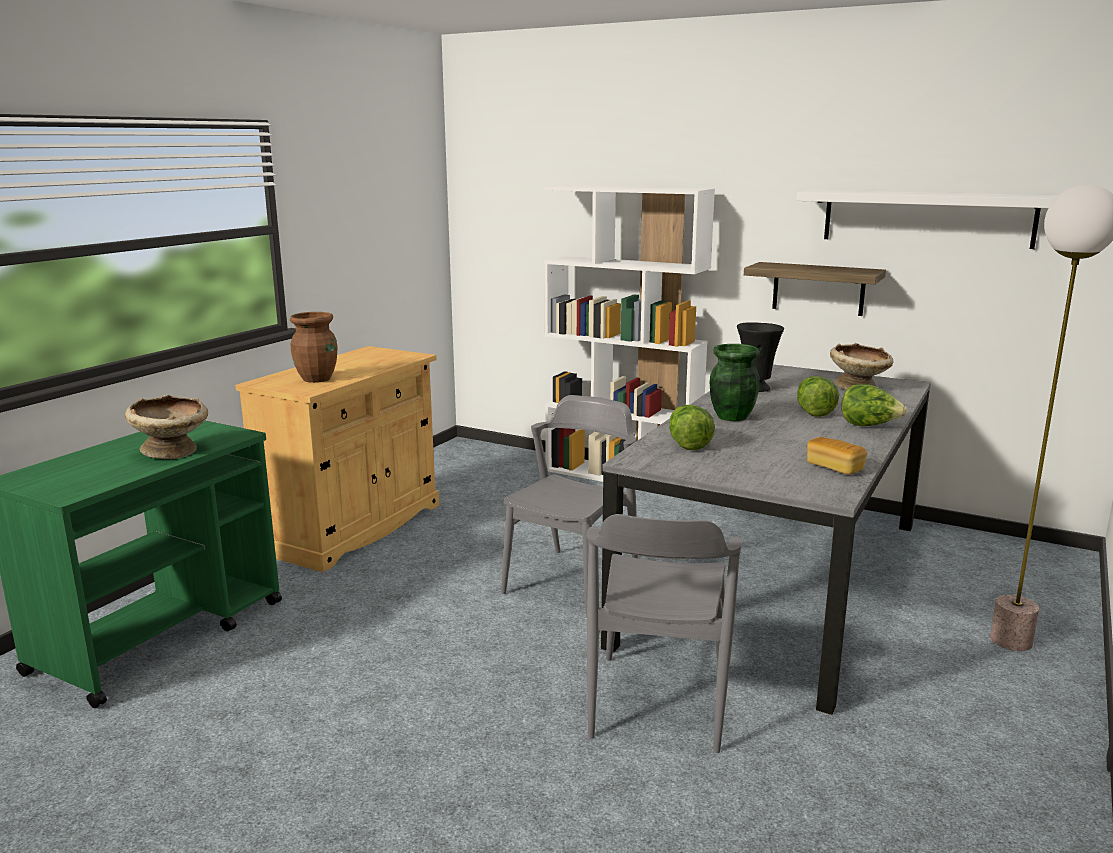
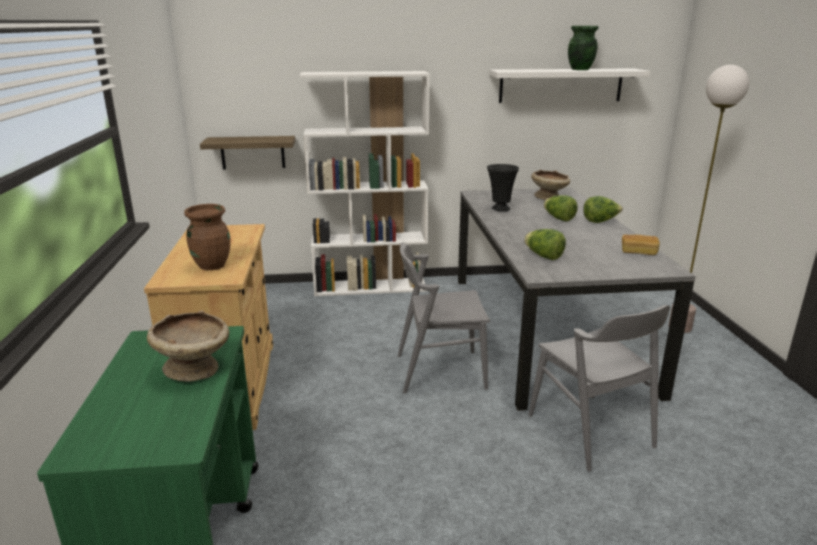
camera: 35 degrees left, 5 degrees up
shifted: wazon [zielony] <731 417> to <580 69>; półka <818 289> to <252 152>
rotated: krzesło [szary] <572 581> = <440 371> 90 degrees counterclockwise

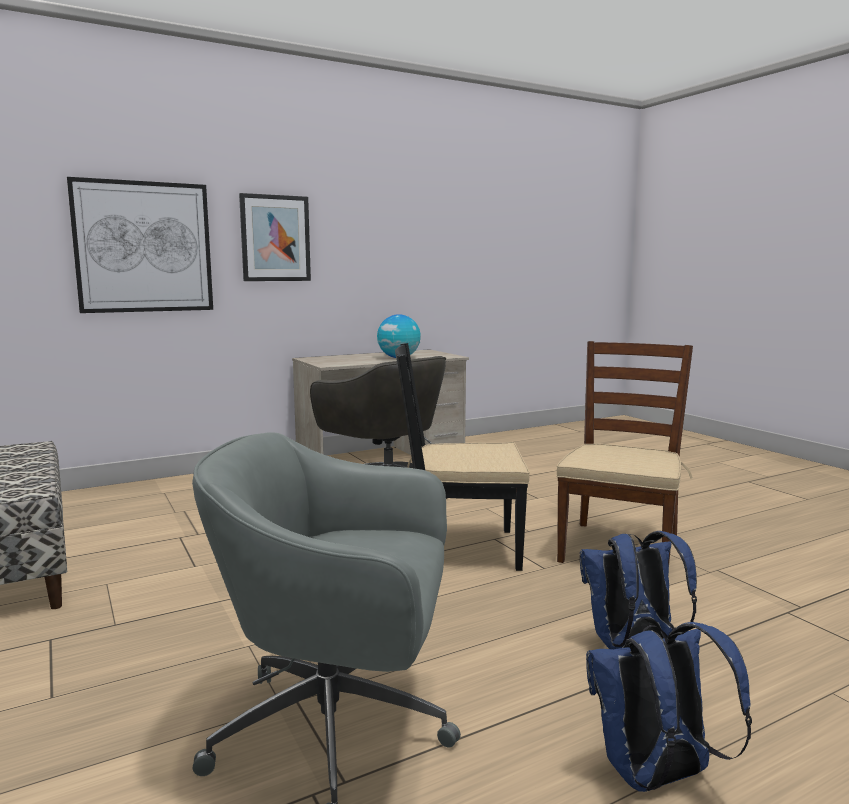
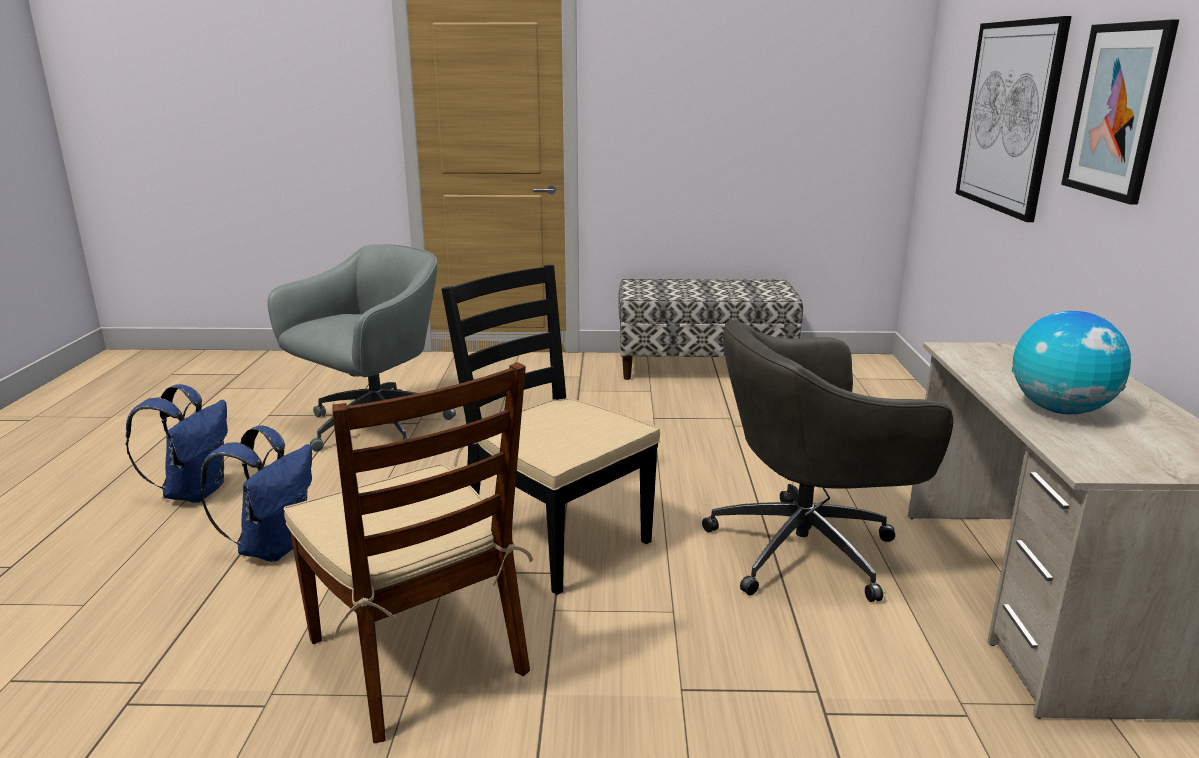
camera: 120 degrees right, 10 degrees up
rotated: krzesło [czarny] <458 549> = <555 538> 75 degrees counterclockwise

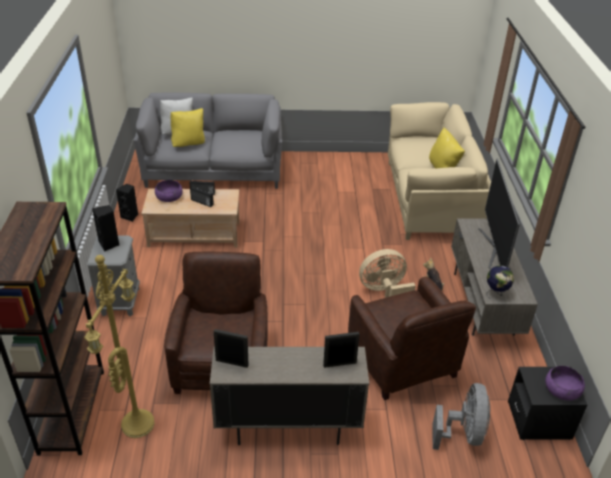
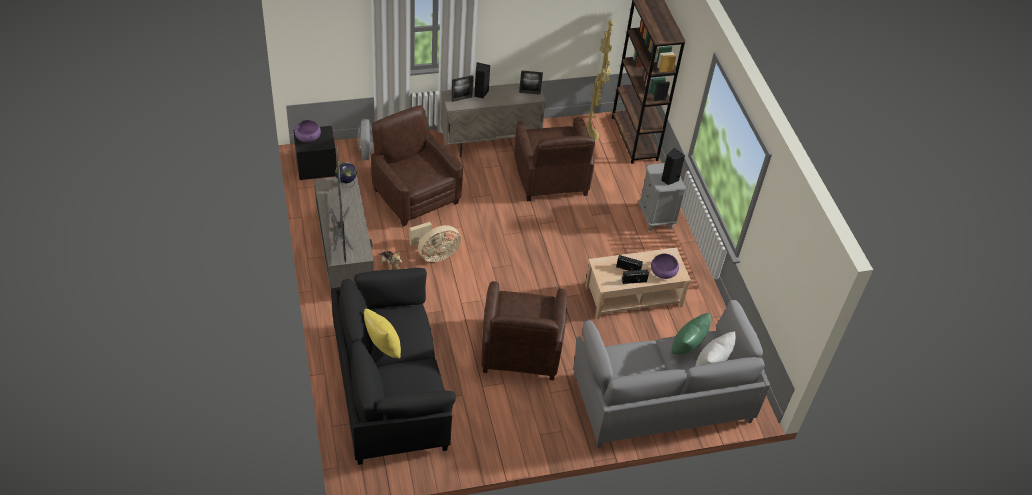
camera: 165 degrees right, 10 degrees up
new: fotel [brązowy] <521 351>
shifted: głośnik [czarny] <130 216> to <480 93>
repainted: poduszka [żółty] <189 144> to poduszka [zielony] <687 349>; kanapa [beżowy] <430 199> to kanapa [czarny] <390 388>

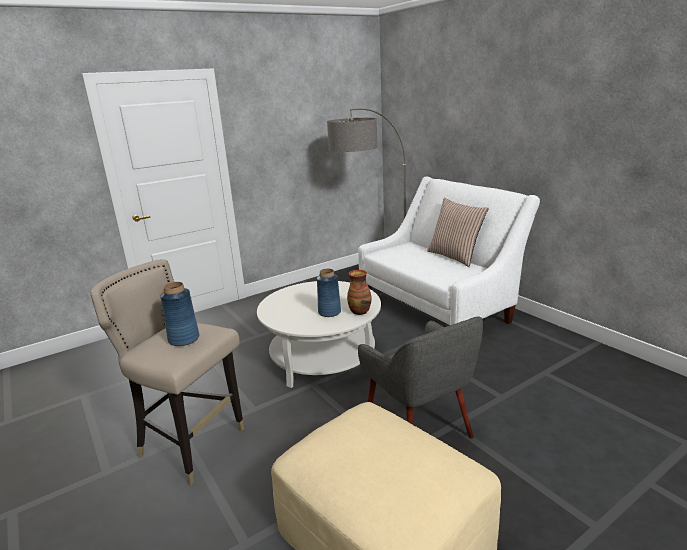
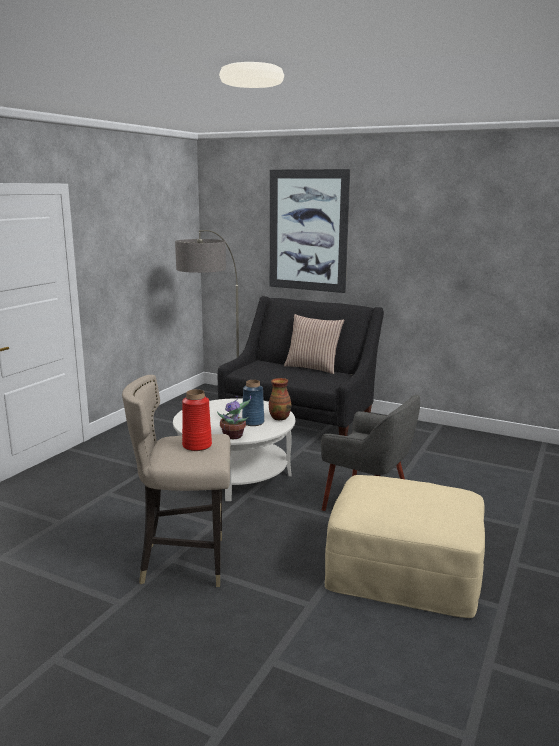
camera: 30 degrees left, 5 degrees down
new: roślina doniczkowa <234 436>; obraz <308 231>
repainted: wazon [niebieski] <183 339> to wazon [czerwony] <197 445>; kanapa [biały] <439 307> to kanapa [czarny] <299 418>

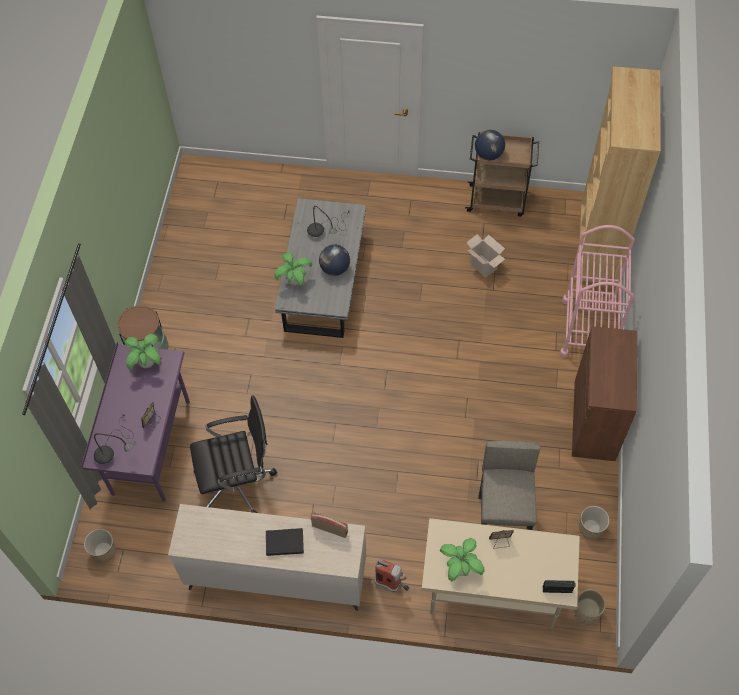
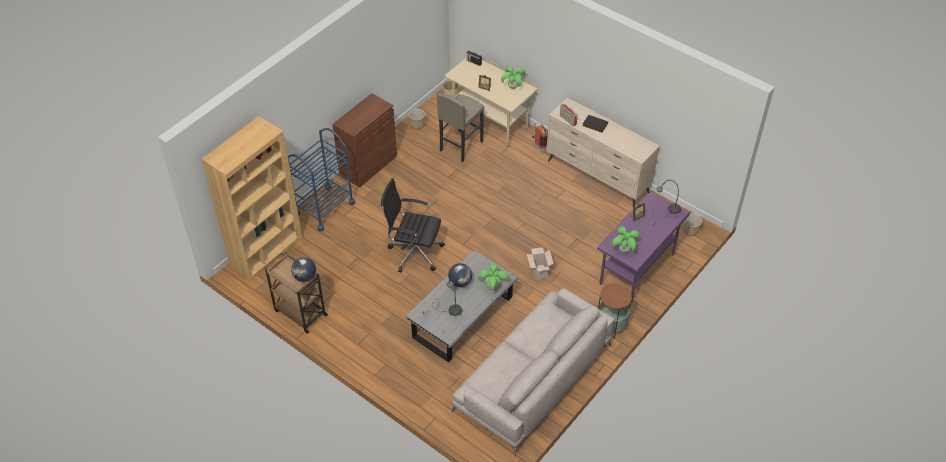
camera: 150 degrees left, 10 degrees down
new: kanapa [szary] <533 378>
shifted: krzesło biurowe [czarny] <238 483> to <414 252>; karton <484 266> to <538 272>
repainted: wózek [różowy] <588 329> to wózek [niebieski] <324 208>

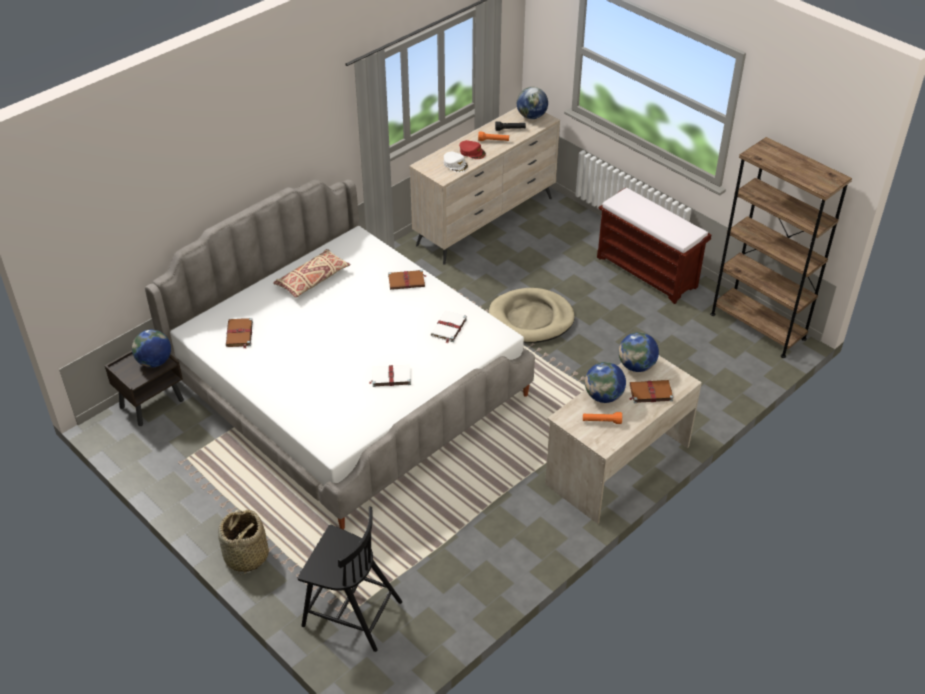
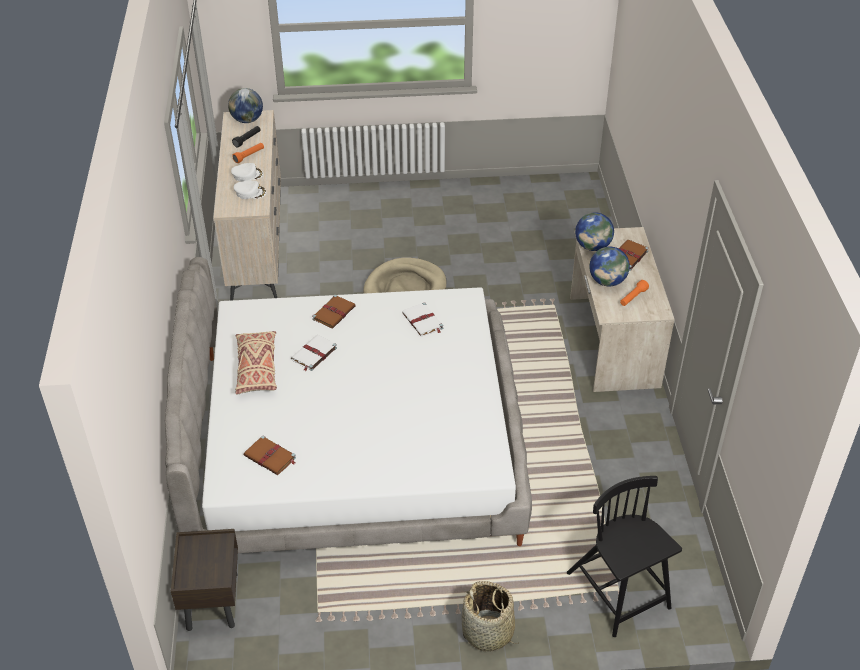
camera: 50 degrees left, 0 degrees up
gone: globus <154 362>; ławka [brązowy] <647 272>; regał [brązowy] <757 326>
shifted: książka [biały] <390 377> to <313 354>
repainted: czapka z daszkiem [czerwony] <472 152> to czapka z daszkiem [biały] <247 175>
rotated: krzesło [czarny] <350 612> = <619 592> 90 degrees counterclockwise

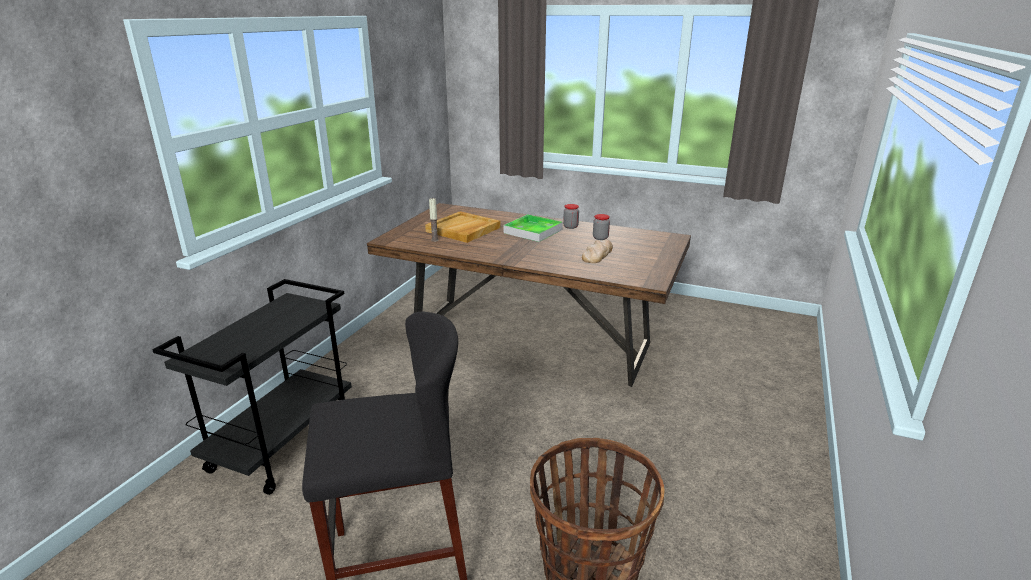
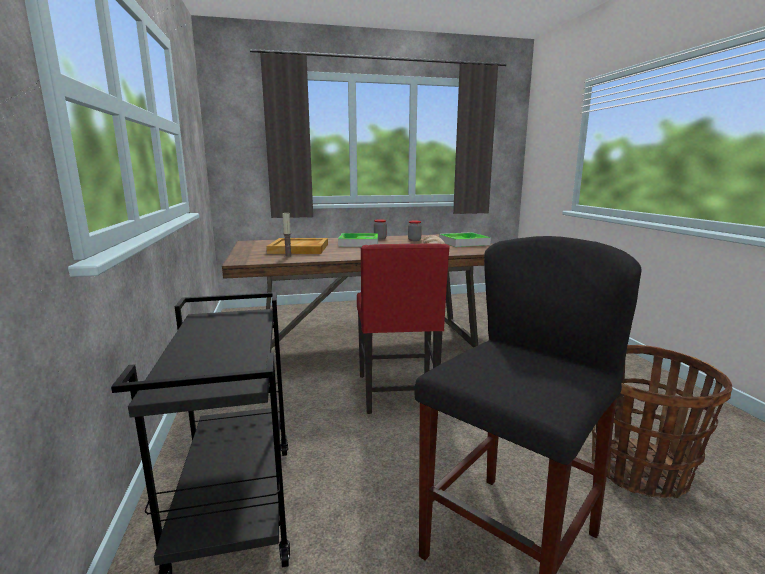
camera: 35 degrees left, 10 degrees down
new: krzesło [czerwony] <398 393>; taca <463 243>

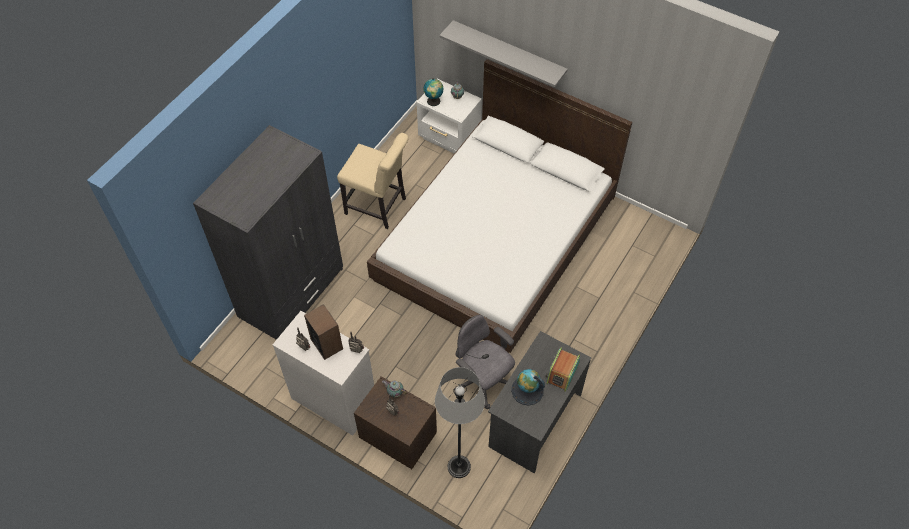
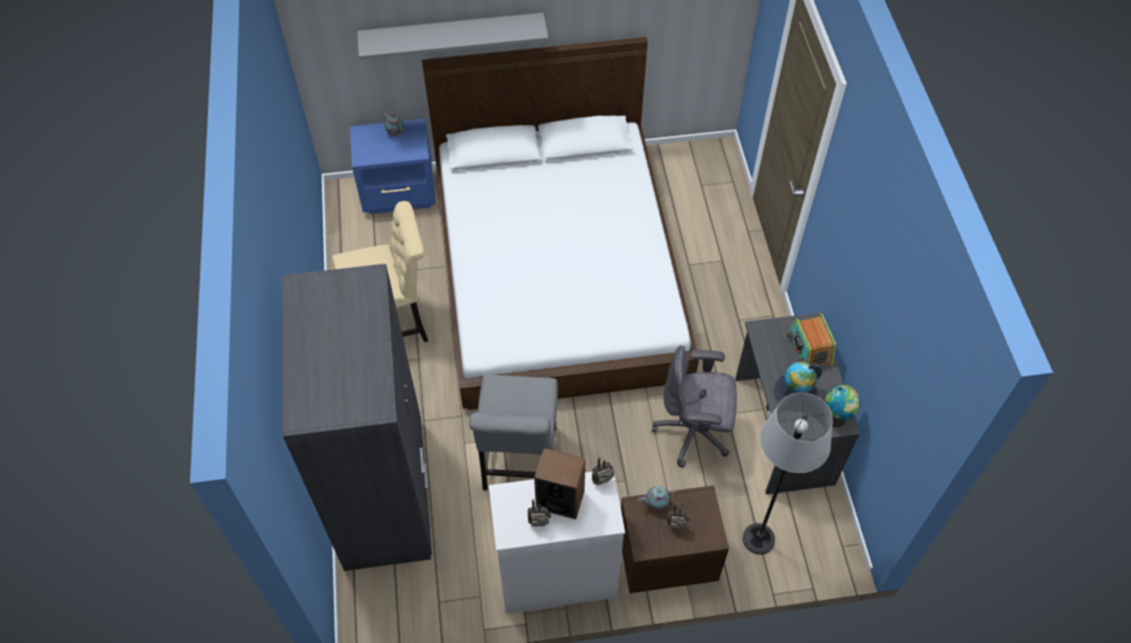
camera: 40 degrees left, 0 degrees up
new: krzesło [szary] <518 463>
shifted: globus <434 102> to <836 417>
repainted: szafka nocna [biały] <449 138> to szafka nocna [niebieski] <400 194>

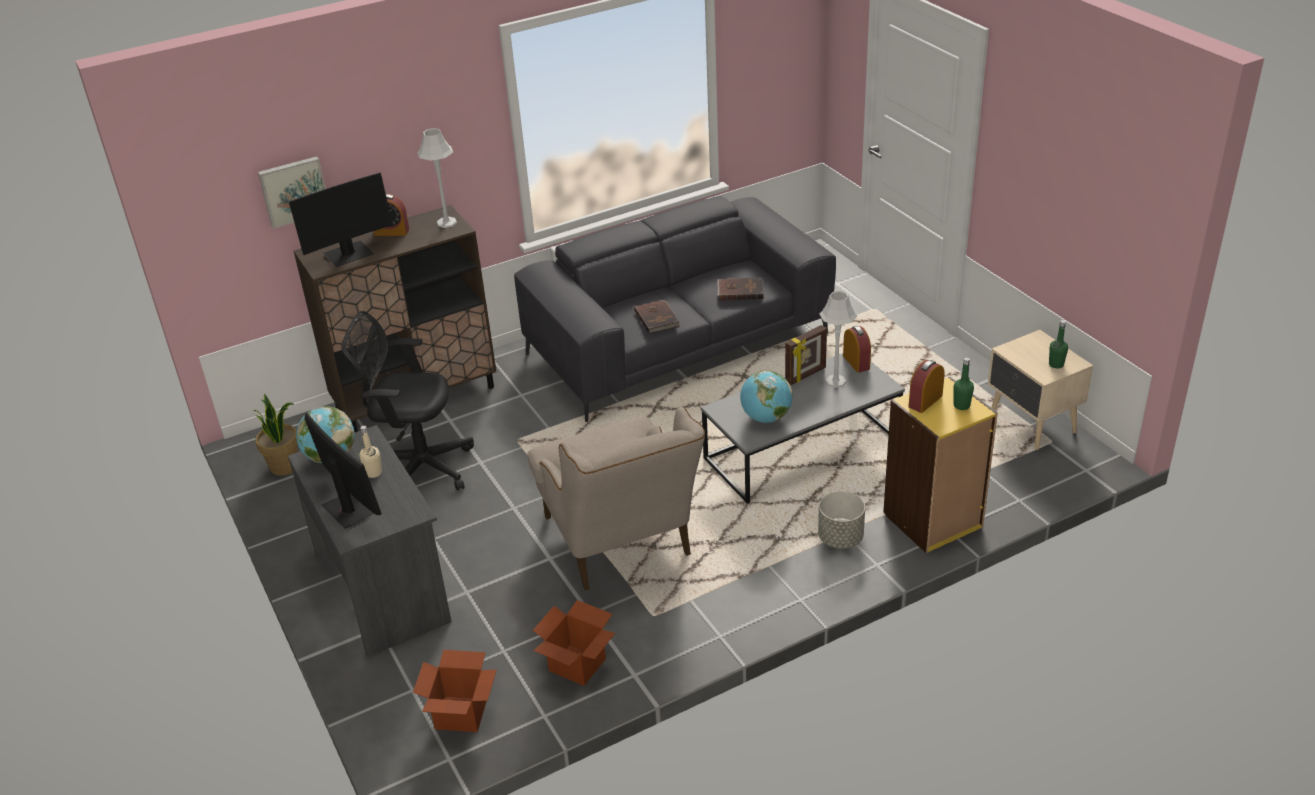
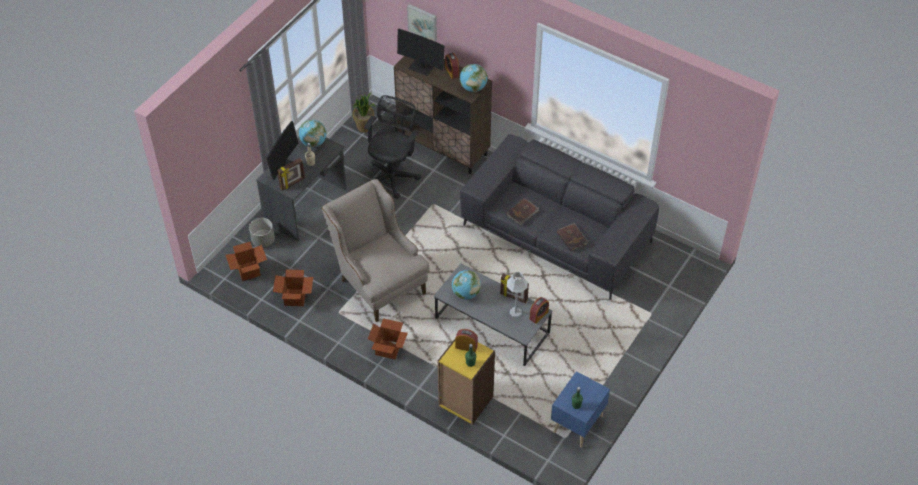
camera: 60 degrees right, 15 degrees up
new: ramka na zdjęcie <292 183>; karton <388 349>
shifted: donica [szary] <840 538> to <263 240>
swapped: lampa stołowa [szary] <446 222> to globus <473 88>
repainted: szafka nocna [beżowy] <1032 424> to szafka nocna [niebieski] <576 424>
rotated: krzesło biurowe [czarny] <419 466> = <392 176> 45 degrees clockwise; fotel [beżowy] <622 546> = <378 281> 105 degrees clockwise

